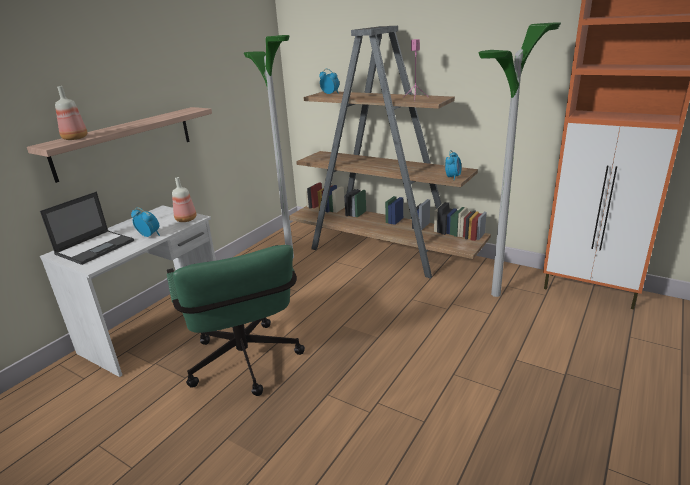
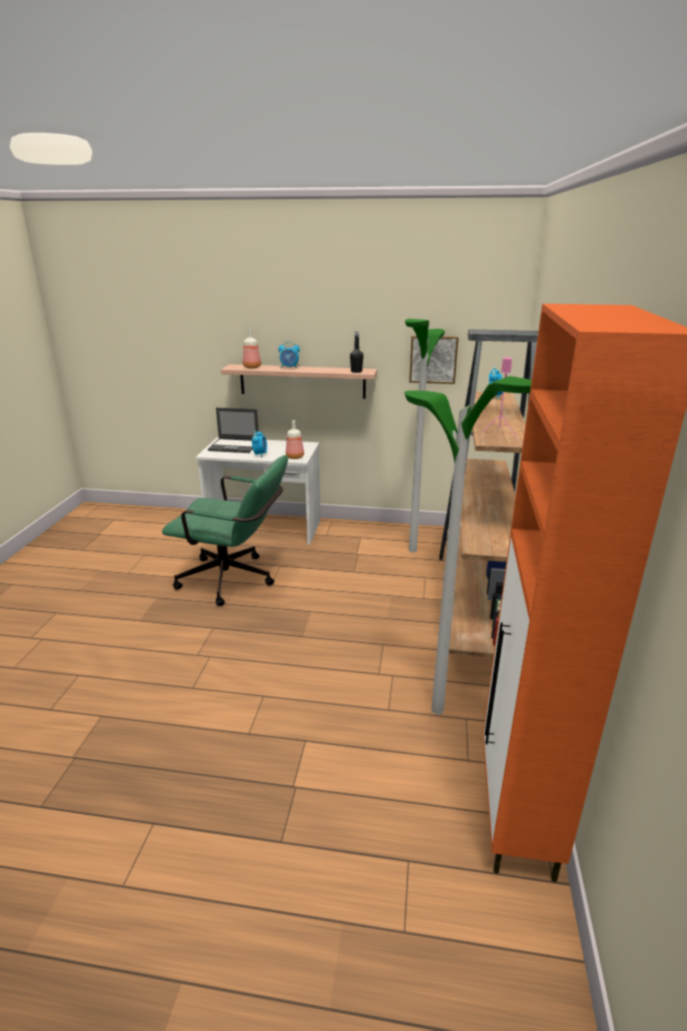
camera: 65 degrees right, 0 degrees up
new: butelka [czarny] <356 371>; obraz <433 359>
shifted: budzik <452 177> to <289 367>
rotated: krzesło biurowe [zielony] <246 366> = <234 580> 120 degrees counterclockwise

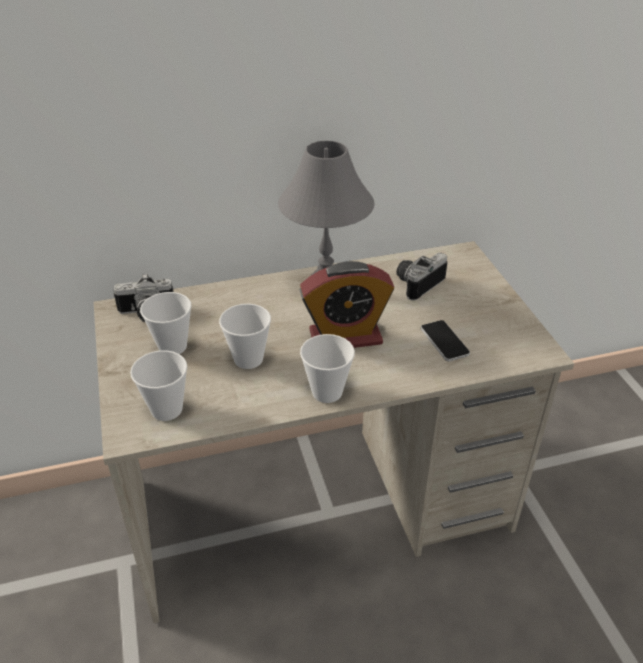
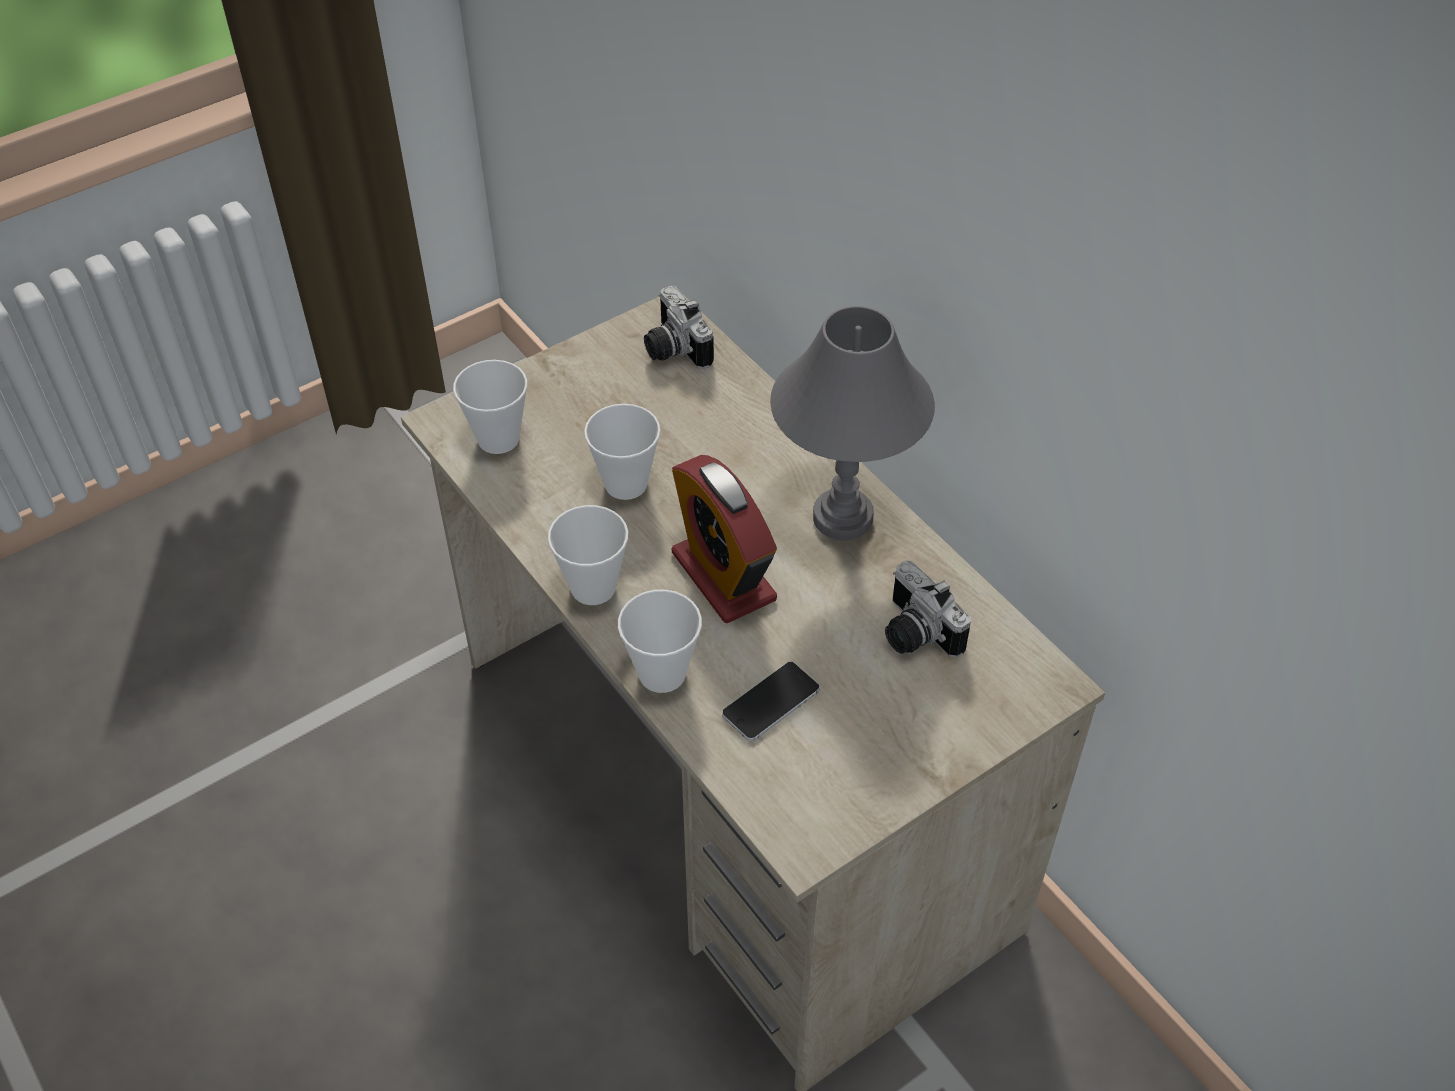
camera: 70 degrees right, 10 degrees up
shifted: filiżanka <172 346> to <662 673>
rotated: aparat fotograficzny <416 283> = <913 633> 150 degrees counterclockwise

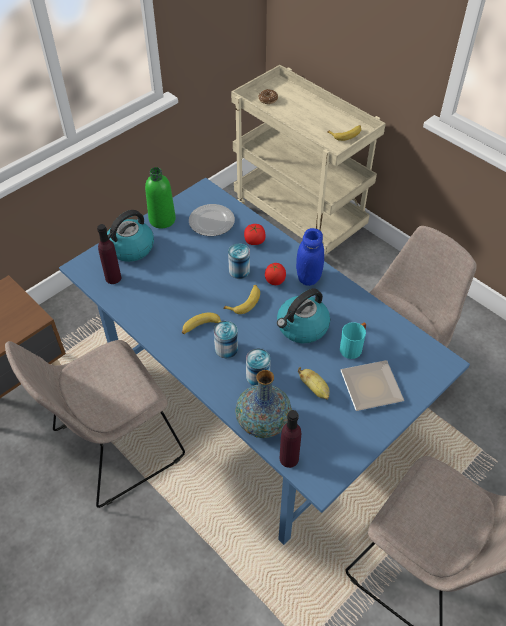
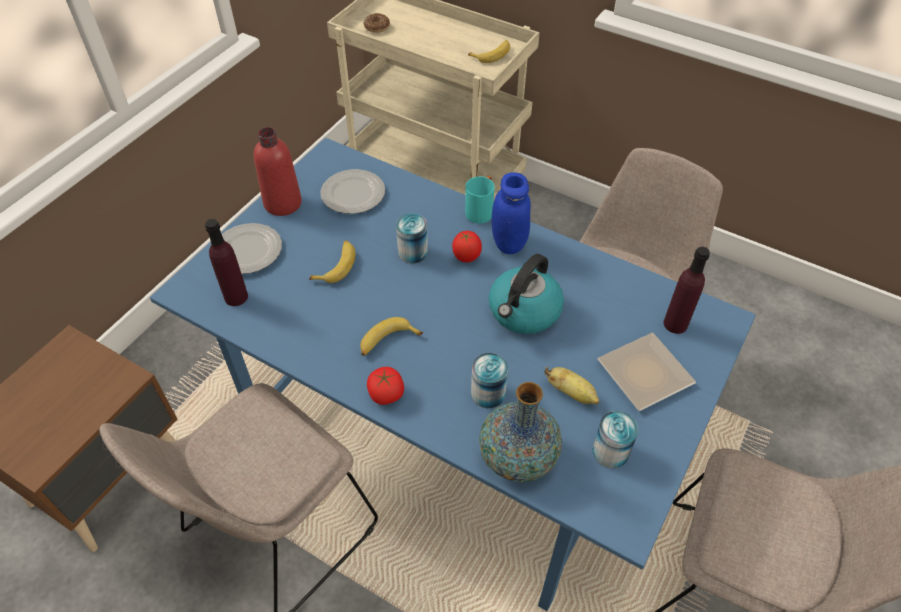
camera: 15 degrees left, 0 degrees up
shifted: puszka <226 349> to <610 451>; banan <245 302> to <337 265>; pomidor <254 241> to <386 394>; butelka [fioletowy] <289 458> to <675 324>; kubek [turkusowy] <353 347> to <481 210>
swapped: czajnik <130 248> to talerz <249 251>
repainted: butelka [zielony] <162 219> to butelka [czerwony] <283 203>

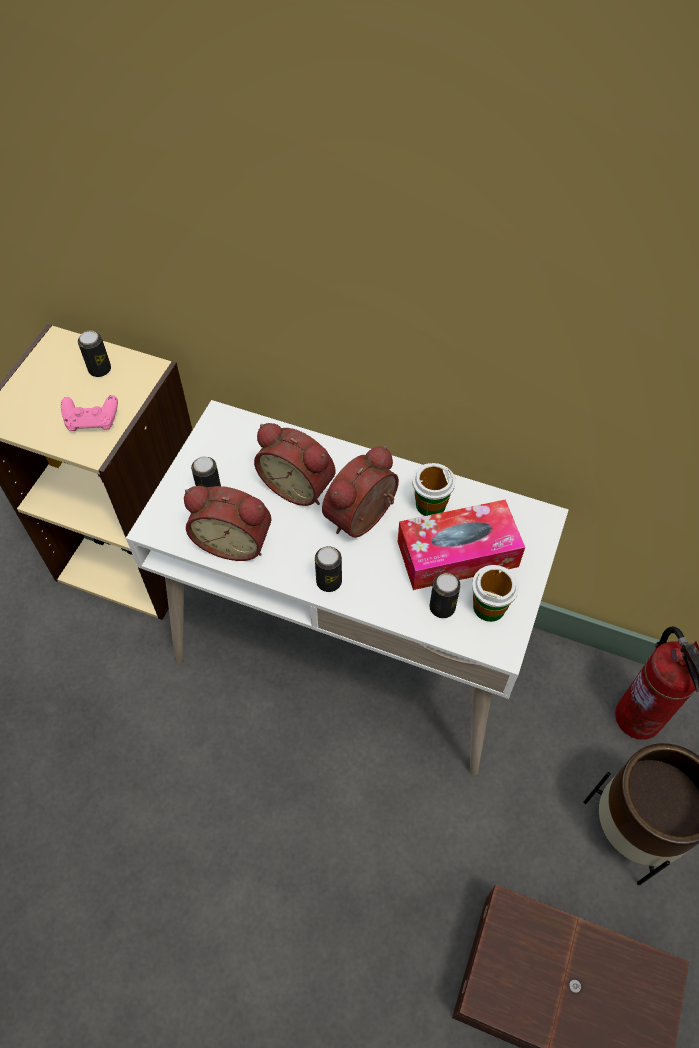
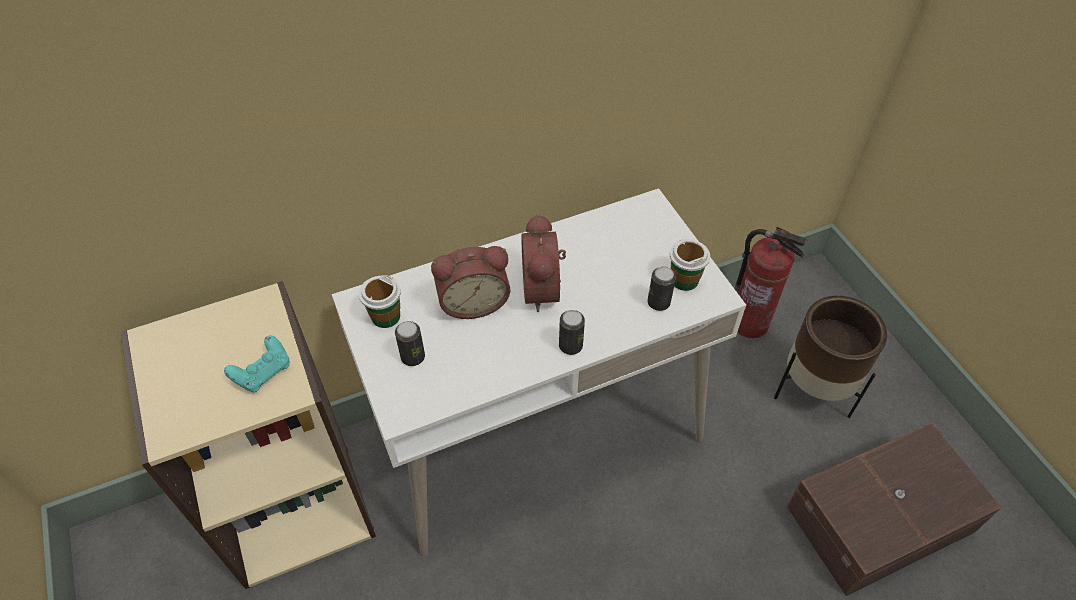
camera: 45 degrees left, 5 degrees down
gone: puszka <100 369>; budzik <234 540>; pudełko chusteczek <457 554>
shifted: filiżanka <430 504> to <385 316>
repainted: pad do gier [różowy] <92 421> to pad do gier [turkusowy] <263 372>

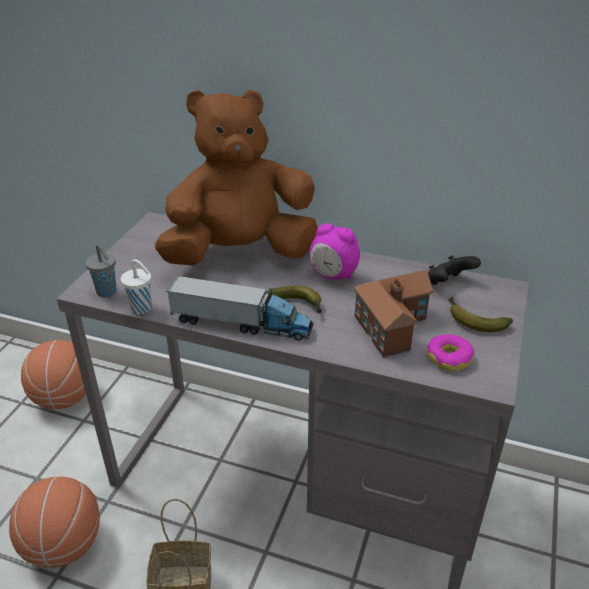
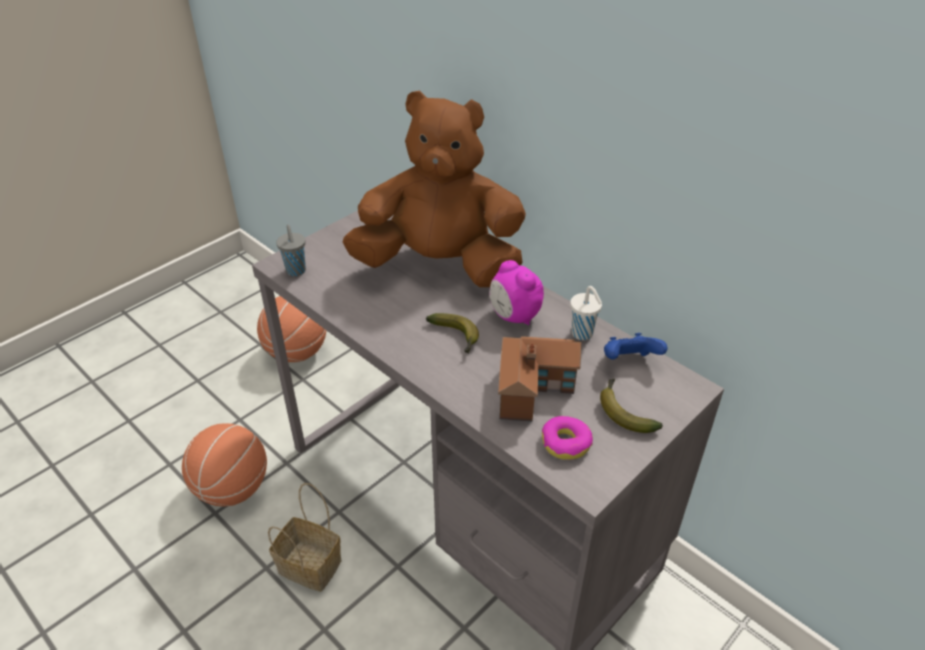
camera: 25 degrees right, 5 degrees up
gone: ciężarówka zabawkowa <241 323>
shifted: filiżanka [biały] <142 309> to <583 334>
repainted: pad do gier [czarny] <448 283> to pad do gier [niebieski] <629 362>

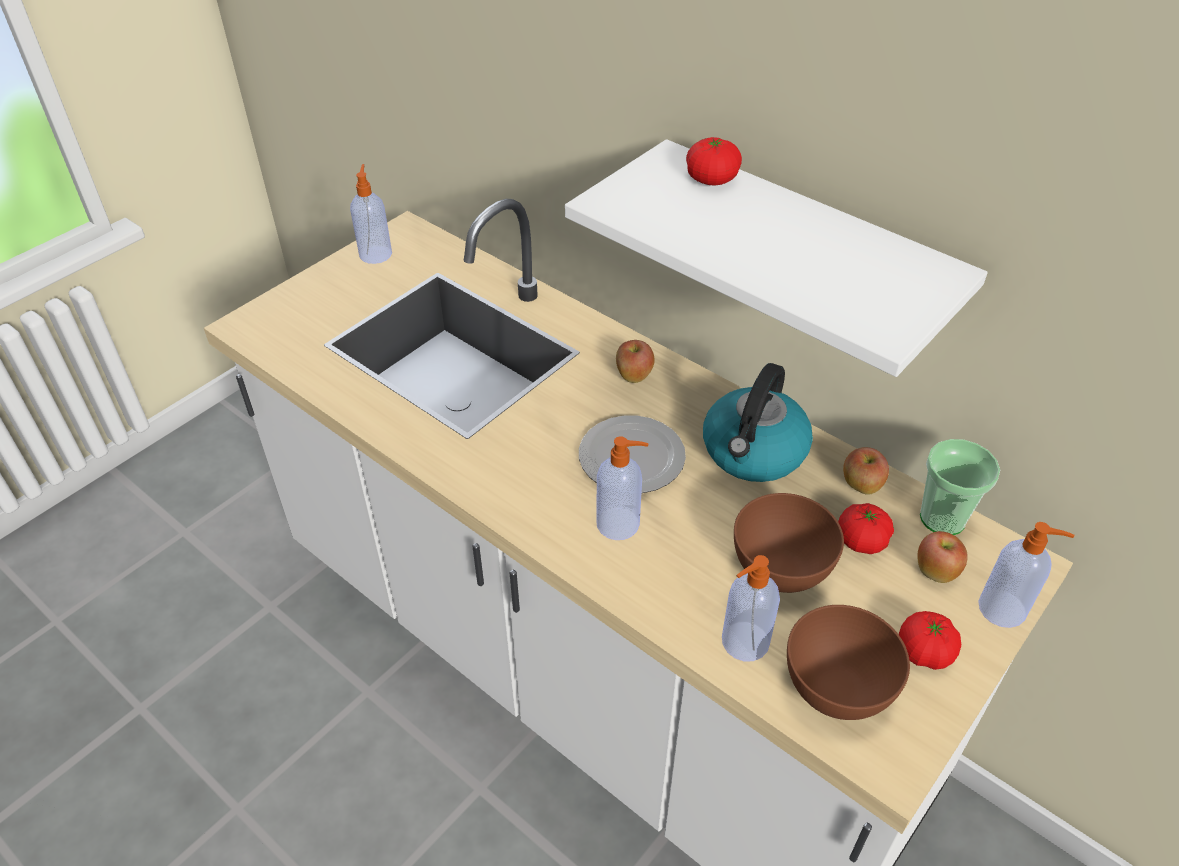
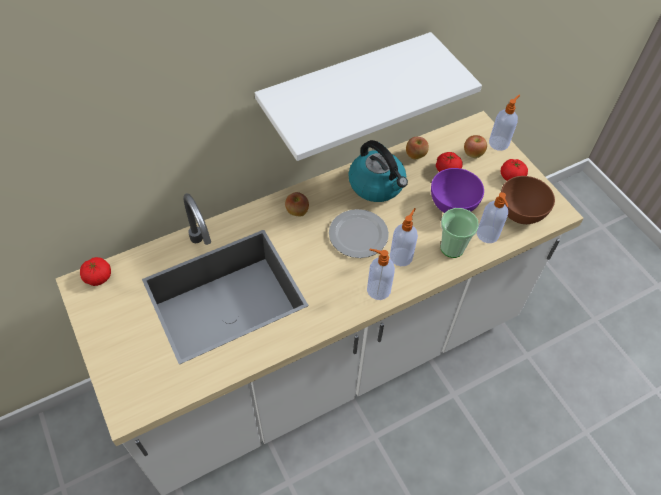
camera: 70 degrees left, 10 degrees up
shifted: dozownik mydła <375 253> to <377 289>; pomidor <711 179> to <98 277>; filiżanka <942 518> to <452 248>
repainted: miska [brązowy] <780 570> to miska [fioletowy] <453 205>

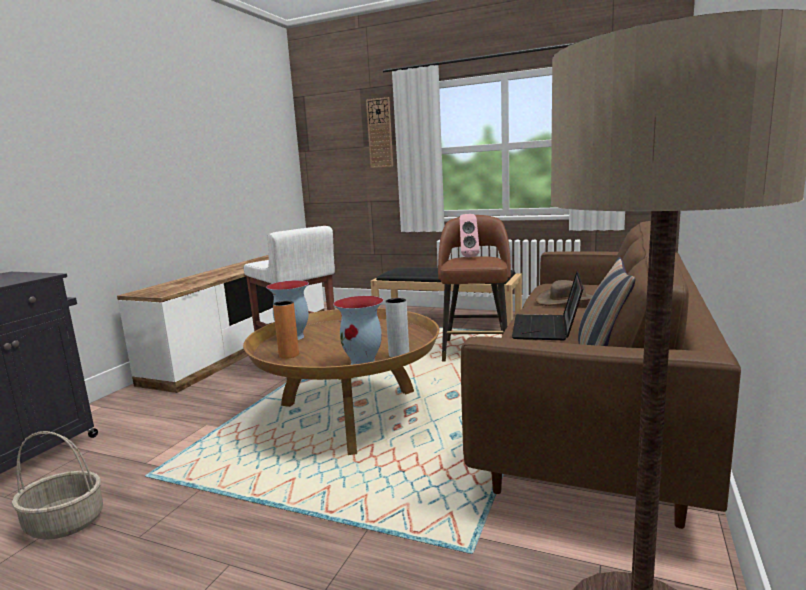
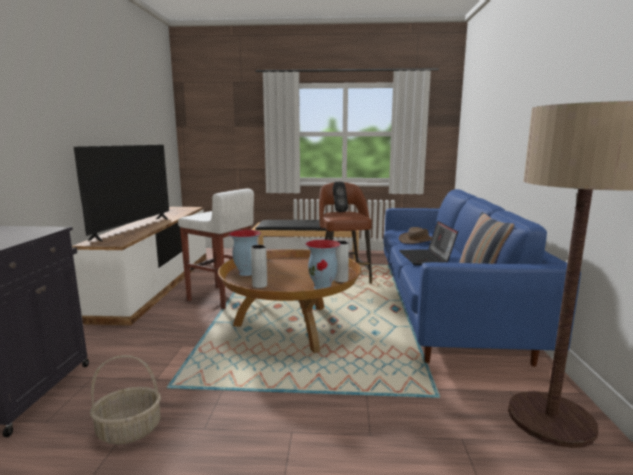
camera: 20 degrees left, 0 degrees up
gone: zegar ścienny <380 133>
new: telewizor <132 228>
repainted: wazon [pomarańczowy] <289 355> to wazon [szary] <259 285>; głośnik [różowy] <468 257> to głośnik [czarny] <338 211>; kanapa [brązowy] <593 411> to kanapa [niebieski] <445 309>

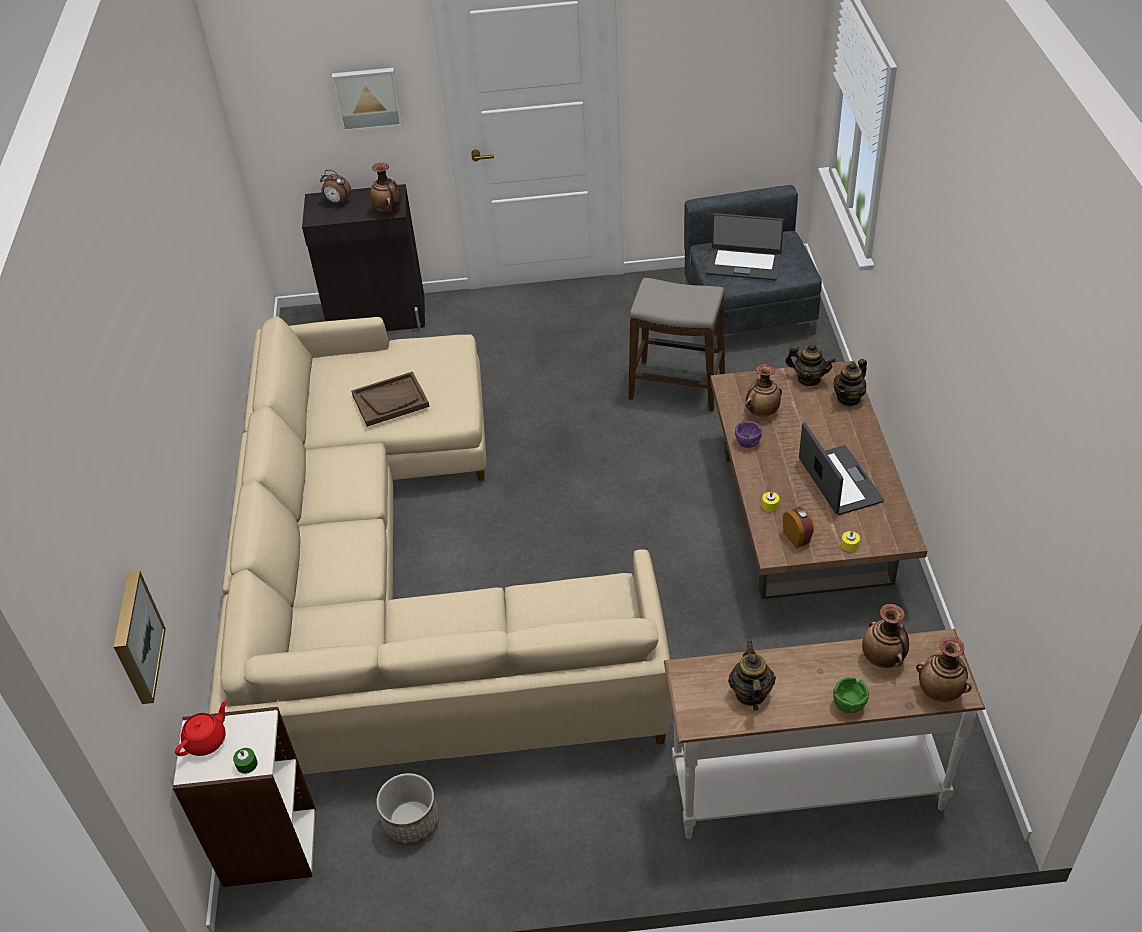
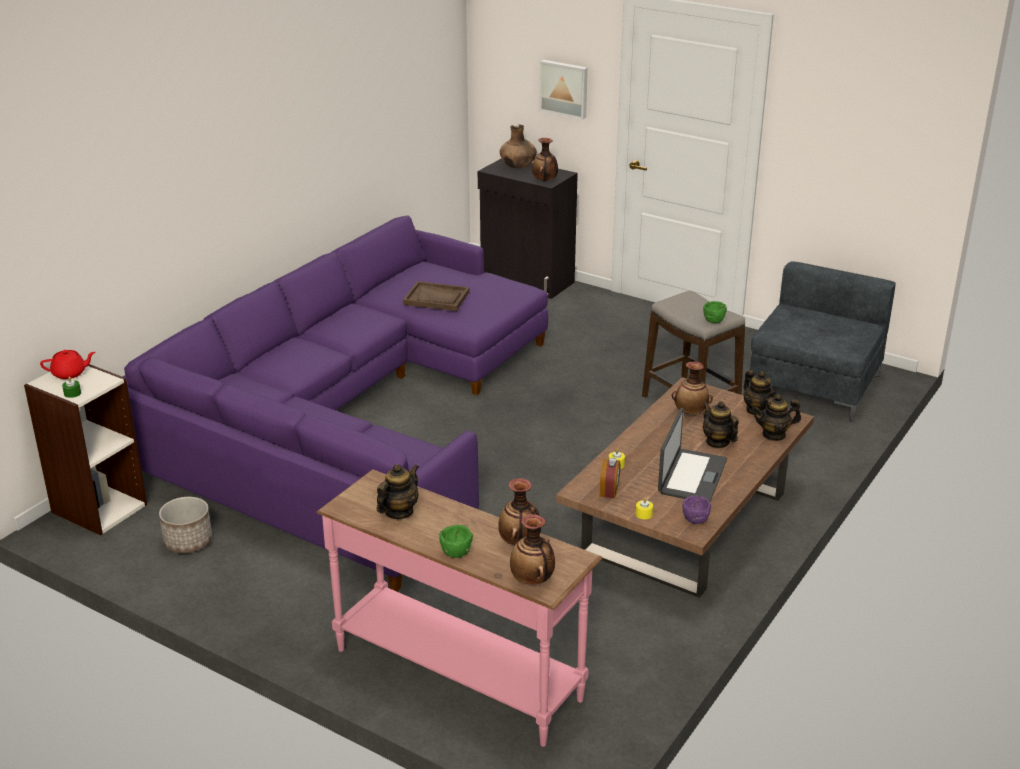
camera: 35 degrees right, 15 degrees down
gone: obraz <135 637>; laptop <744 264>
new: miska [zielony] <714 320>; imbryk <717 442>
shifted: miska [fioletowy] <747 442> to <695 519>
swapped: budzik <337 202> to wazon [brązowy] <518 167>
repainted: kanapa [beżowy] <397 579> to kanapa [fioletowy] <350 419>; stolik konsolowy [biały] <806 788> to stolik konsolowy [różowy] <459 672>

